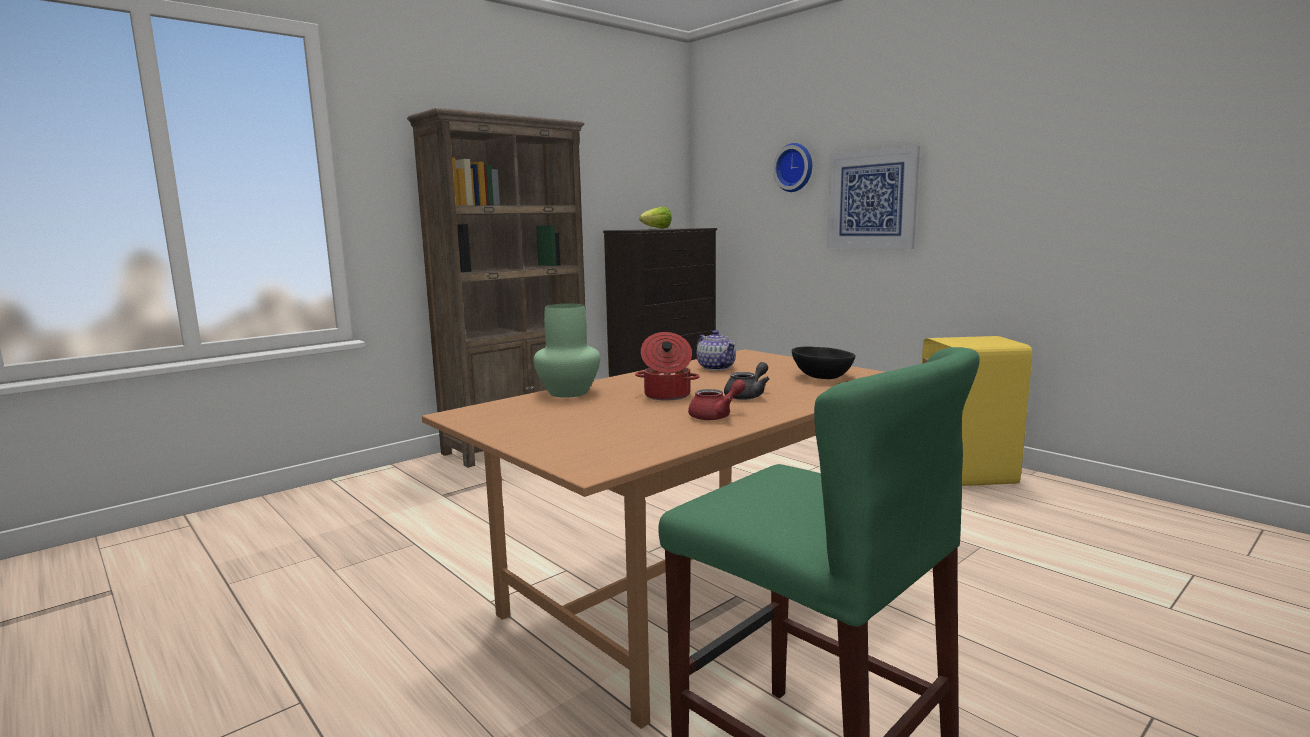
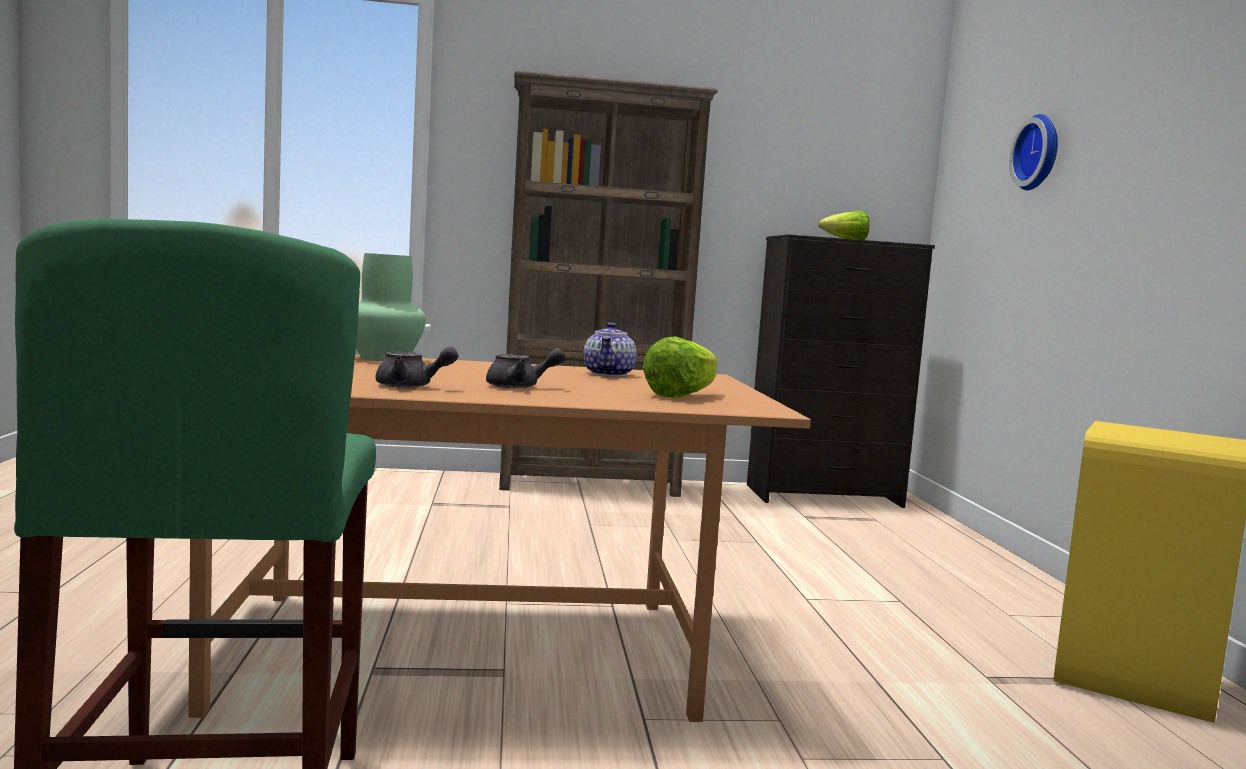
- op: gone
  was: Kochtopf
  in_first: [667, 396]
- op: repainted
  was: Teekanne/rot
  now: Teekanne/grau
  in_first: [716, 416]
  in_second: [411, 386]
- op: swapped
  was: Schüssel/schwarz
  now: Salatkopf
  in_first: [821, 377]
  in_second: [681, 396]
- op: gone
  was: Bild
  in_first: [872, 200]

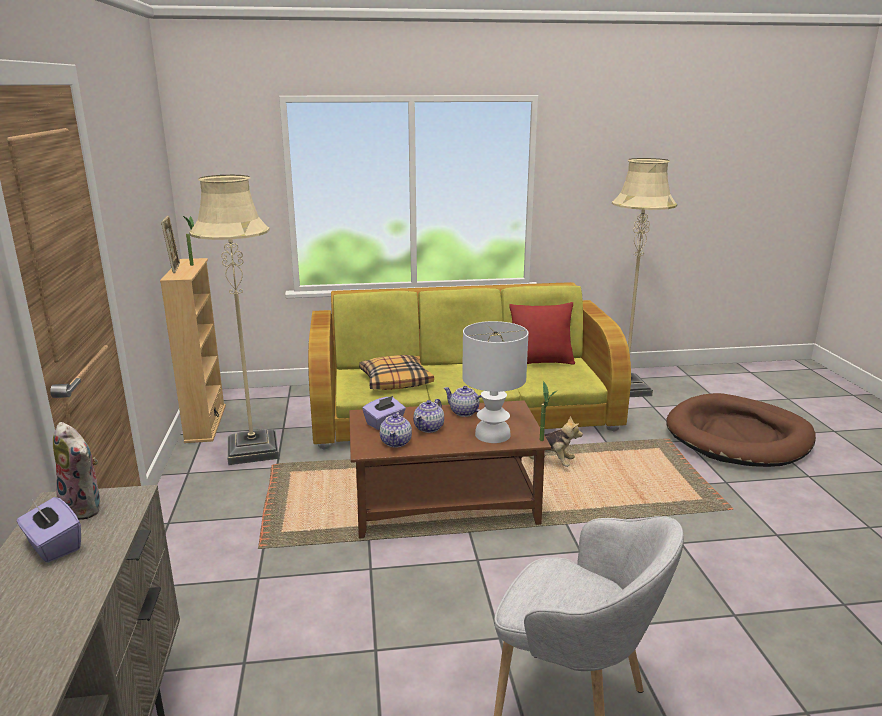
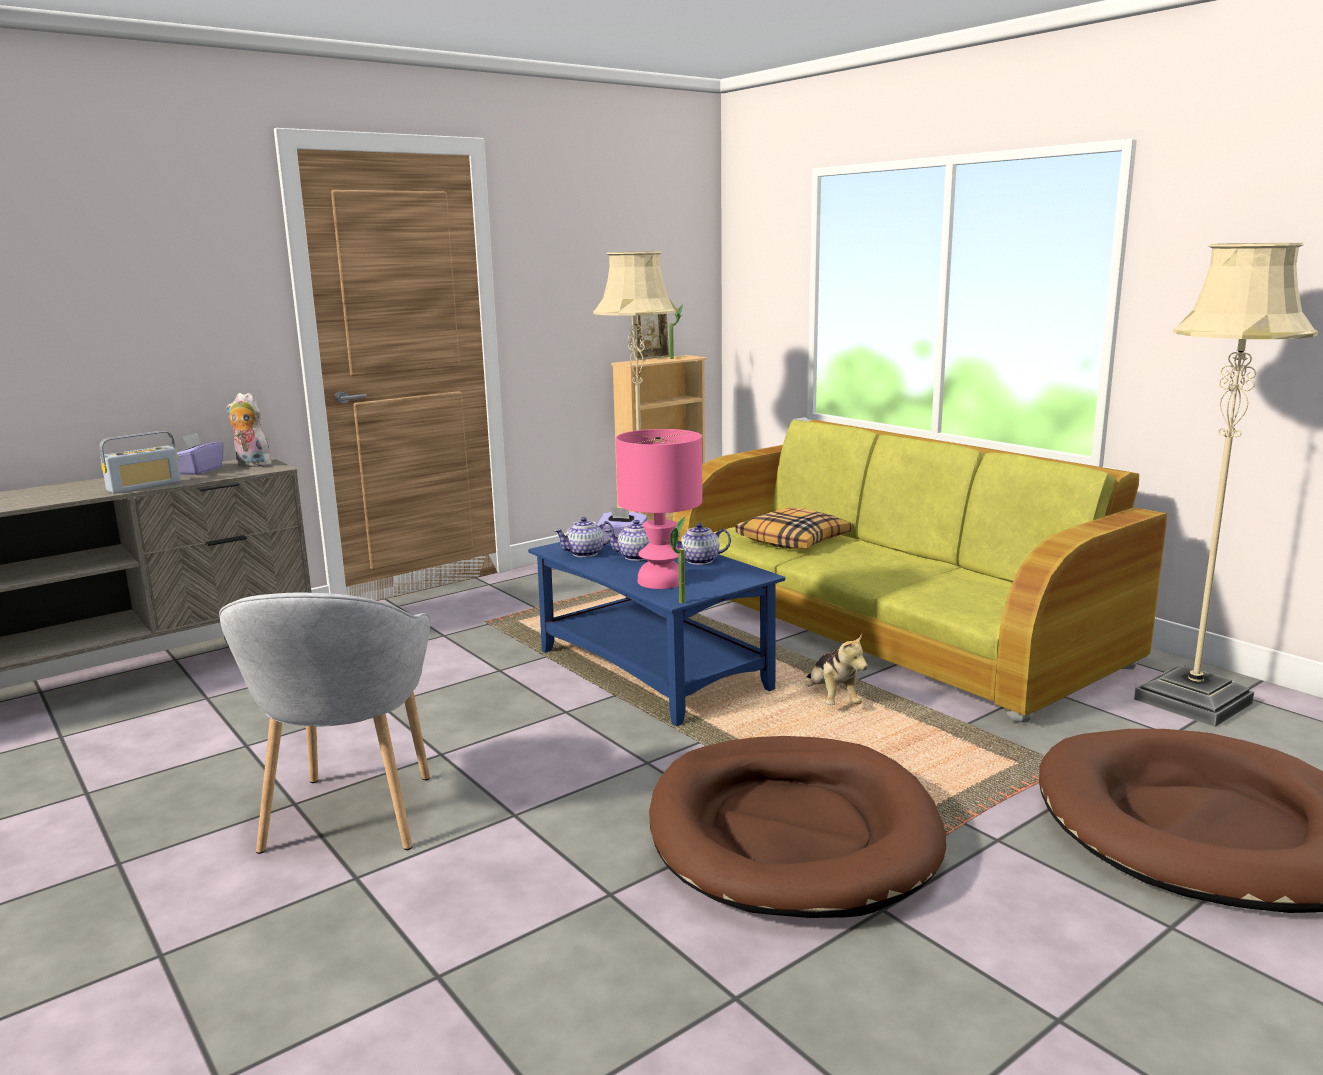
- op: rotated
  was: Plüschtier
  in_first: [85, 508]
  in_second: [251, 465]
  clockwise: 105
- op: repainted
  was: Couchtisch/braun
  now: Couchtisch/blau
  in_first: [446, 505]
  in_second: [654, 671]
- op: rotated
  was: Teekanne
  in_first: [464, 412]
  in_second: [700, 561]
  clockwise: -105
- op: repainted
  was: Tischlampe/weiß
  now: Tischlampe/rosa
  in_first: [492, 434]
  in_second: [661, 581]
- op: gone
  was: Kissen/rot
  in_first: [541, 362]
- op: new
  now: Radio
  in_second: [144, 486]
- op: new
  now: Hundebett/braun
  in_second: [791, 832]

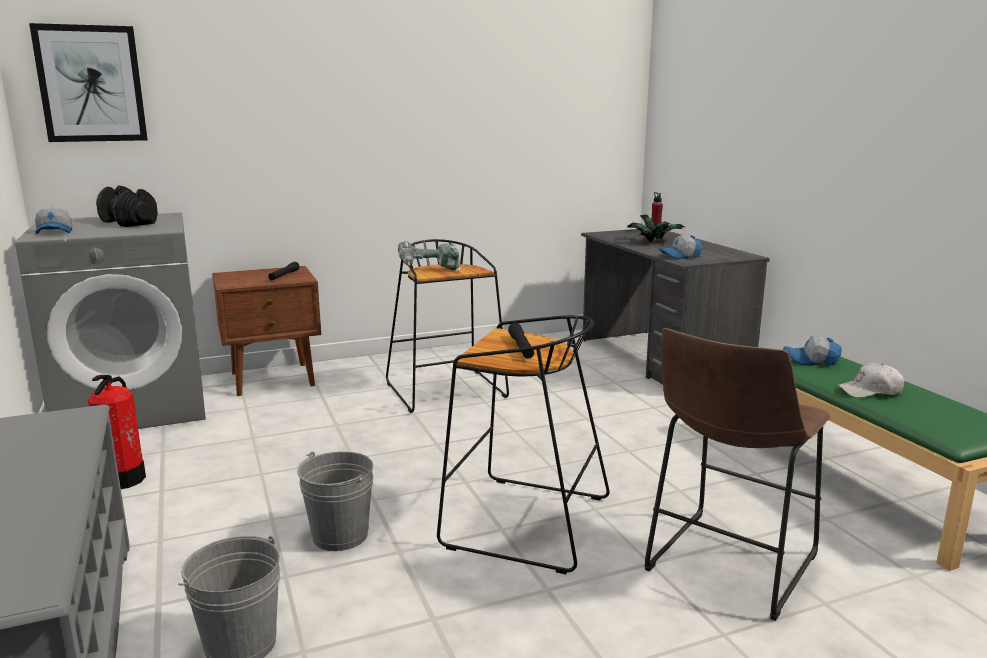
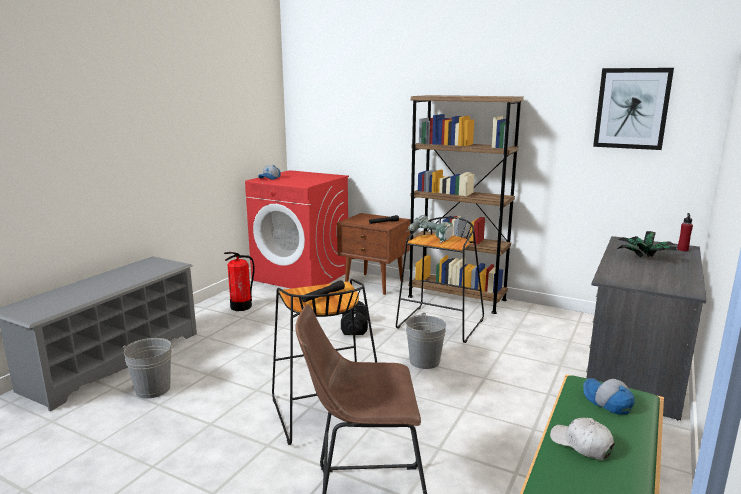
- op: repainted
  was: Waschmaschine/grau
  now: Waschmaschine/rot
  in_first: [135, 406]
  in_second: [302, 276]
- op: shifted
  was: Bild
  in_first: [91, 84]
  in_second: [632, 108]
- op: shifted
  was: Hantel/schwarz
  in_first: [129, 222]
  in_second: [355, 327]
- op: shifted
  was: Eimer/grau
  in_first: [340, 535]
  in_second: [424, 361]
- op: gone
  was: Kappe
  in_first: [680, 256]
- op: new
  now: Bücherregal/braun
  in_second: [456, 298]

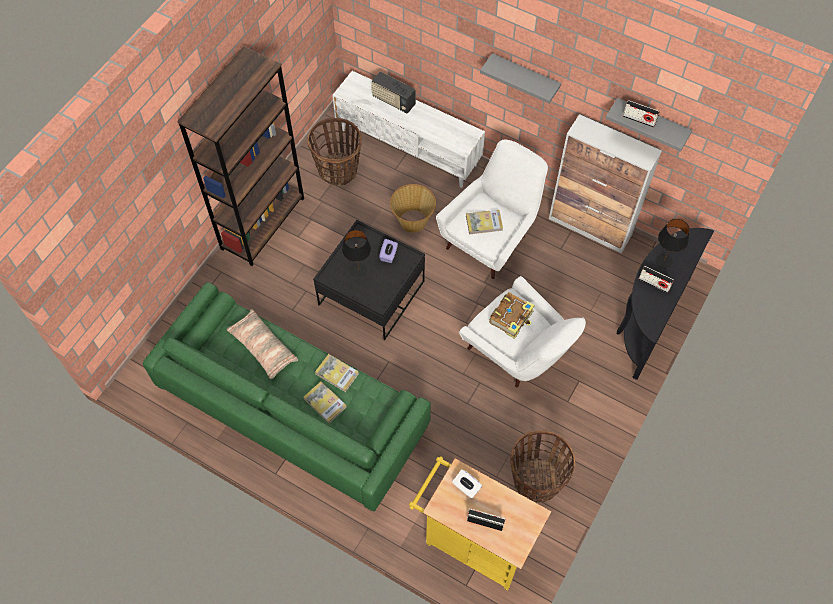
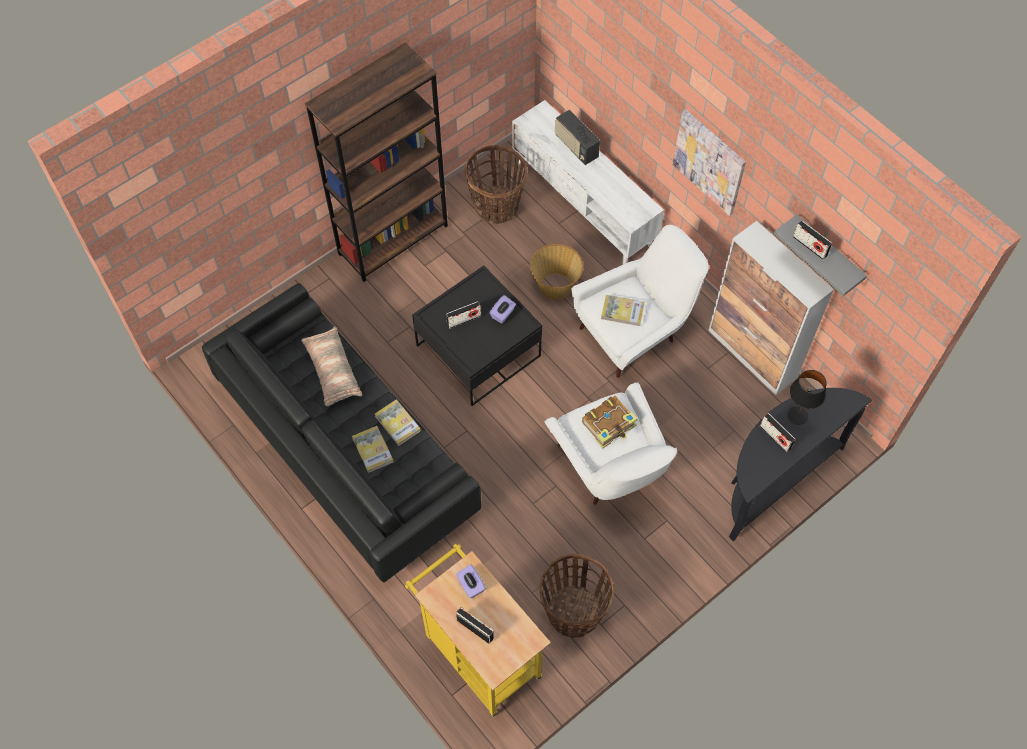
- op: repainted
  was: Sofa/grün
  now: Sofa/schwarz
  in_first: [293, 409]
  in_second: [346, 447]
- op: swapped
  was: Tischlampe/schwarz
  now: Radio
  in_first: [358, 269]
  in_second: [464, 320]
- op: repainted
  was: Taschentuchbox/weiß
  now: Taschentuchbox/lila
  in_first: [466, 487]
  in_second: [471, 585]
- op: swapped
  was: Wandregal/grau
  now: Bild
  in_first: [525, 77]
  in_second: [709, 162]

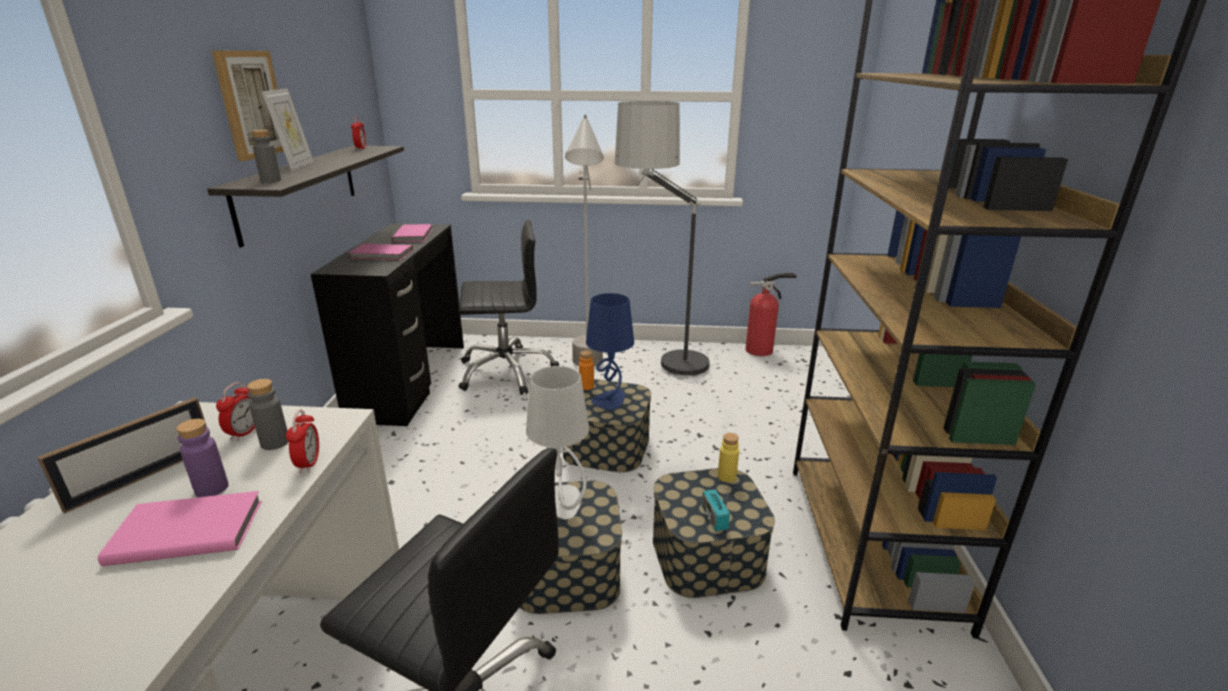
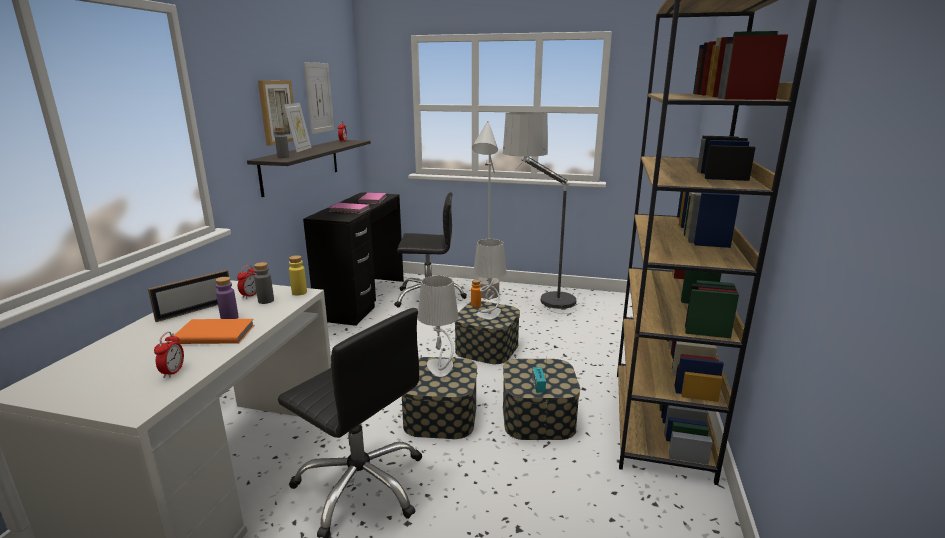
- op: repainted
  was: Buch/rosa
  now: Buch/orange
  in_first: [186, 530]
  in_second: [214, 333]
- op: shifted
  was: Wecker
  in_first: [309, 464]
  in_second: [173, 372]
- op: repainted
  was: Tischlampe/blau
  now: Tischlampe/grau
  in_first: [609, 400]
  in_second: [489, 314]
- op: shifted
  was: Flasche/gelb
  in_first: [726, 477]
  in_second: [299, 292]
- op: gone
  was: Feuerlöscher
  in_first: [762, 350]
- op: new
  now: Bild
  in_second: [319, 98]

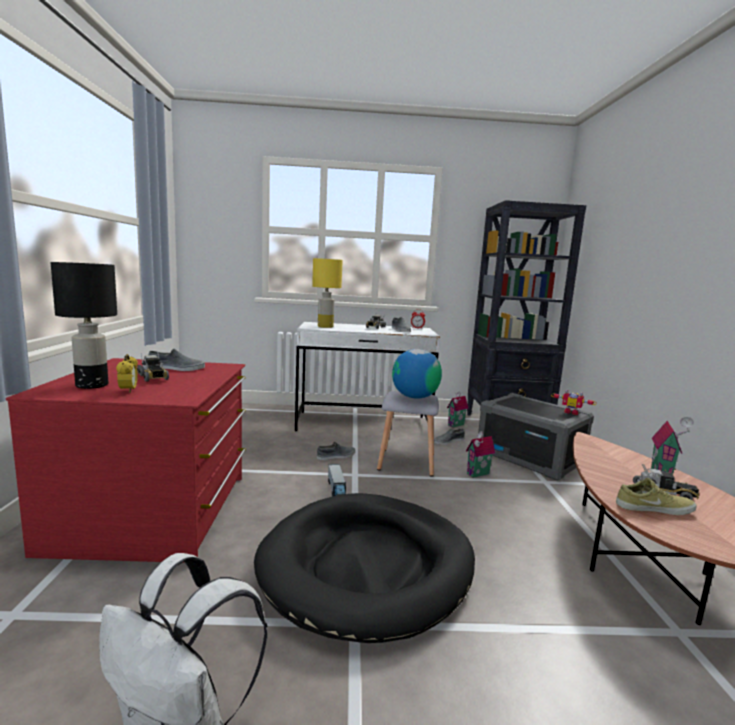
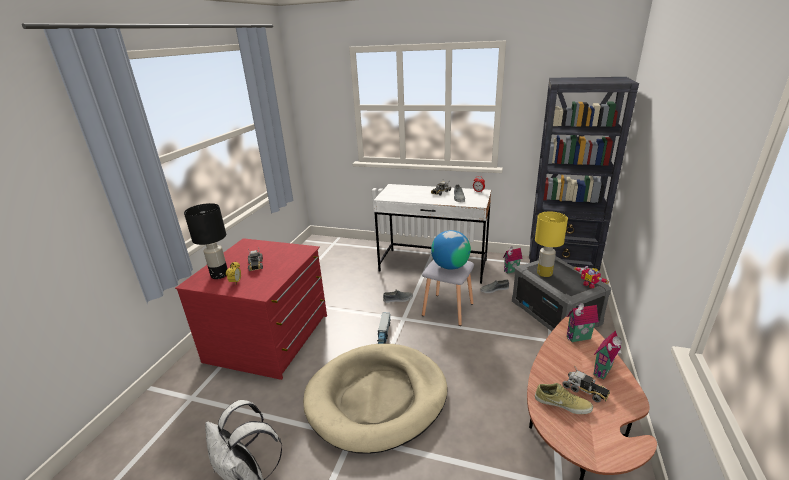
- op: gone
  was: Schuh/grau
  in_first: [176, 368]
- op: repainted
  was: Hundebett/schwarz
  now: Hundebett/beige
  in_first: [368, 566]
  in_second: [377, 398]
- op: shifted
  was: Tischlampe/gelb
  in_first: [325, 327]
  in_second: [544, 273]
- op: shifted
  was: Spielzeughaus
  in_first: [478, 474]
  in_second: [579, 338]

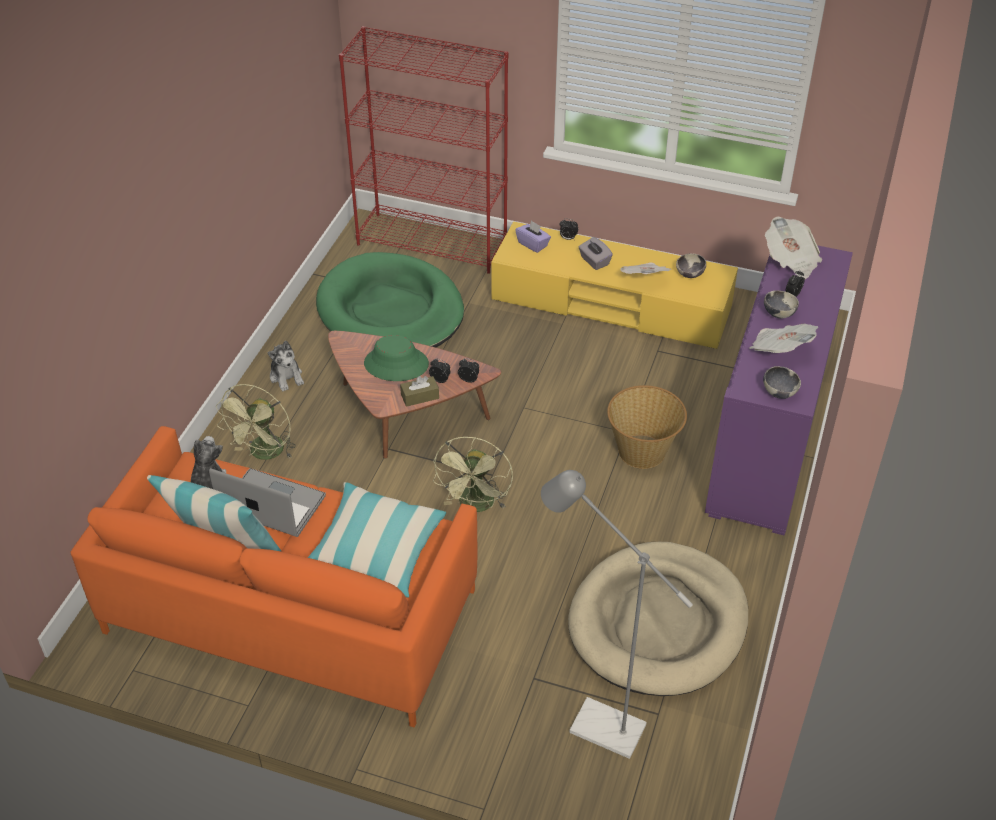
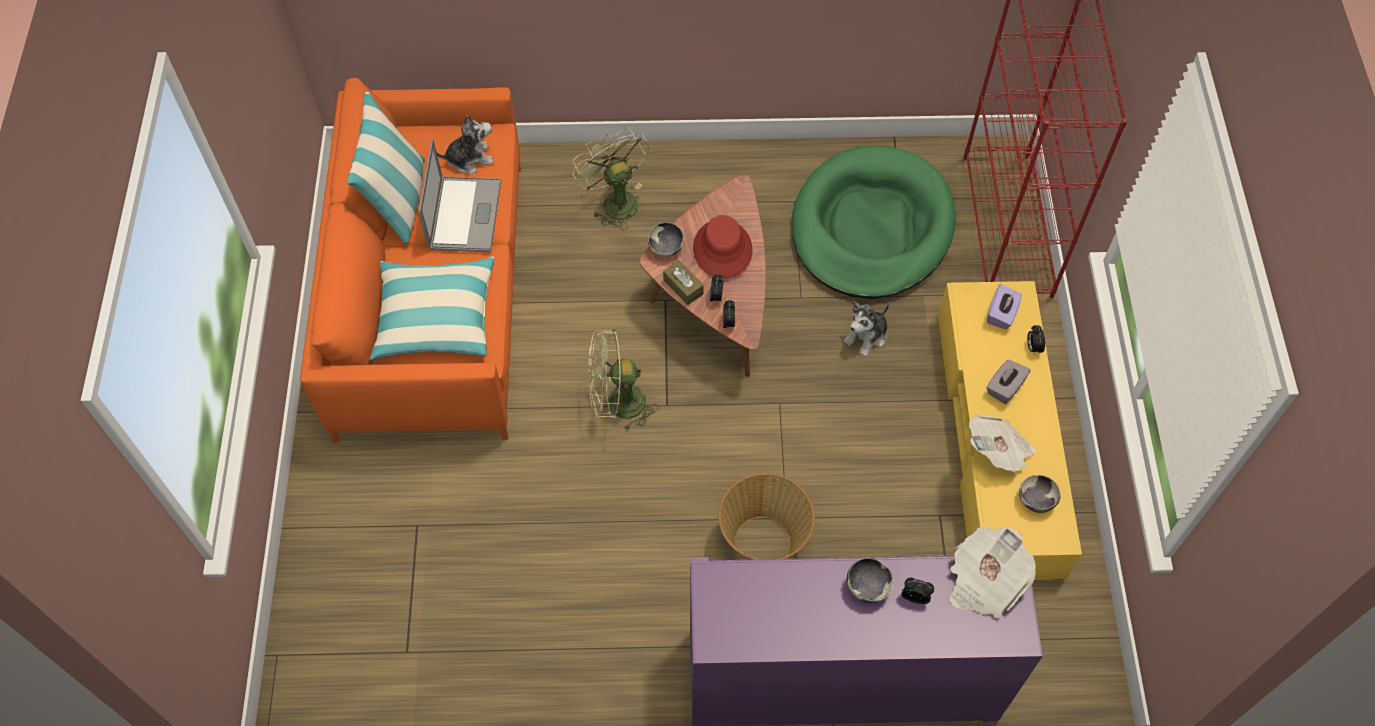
- op: rotated
  was: Ventilator/grün
  in_first: [264, 454]
  in_second: [614, 200]
  clockwise: 60
- op: shifted
  was: Plüschtier
  in_first: [286, 377]
  in_second: [866, 336]
- op: repainted
  was: Hut/grün
  now: Hut/rot
  in_first: [396, 364]
  in_second: [722, 249]
- op: gone
  was: Stehlampe/grau
  in_first: [594, 723]
- op: gone
  was: Hundebett/beige
  in_first: [658, 623]
- op: gone
  was: Zeitung
  in_first: [780, 350]
- op: shifted
  was: Schüssel
  in_first: [779, 392]
  in_second: [666, 248]

